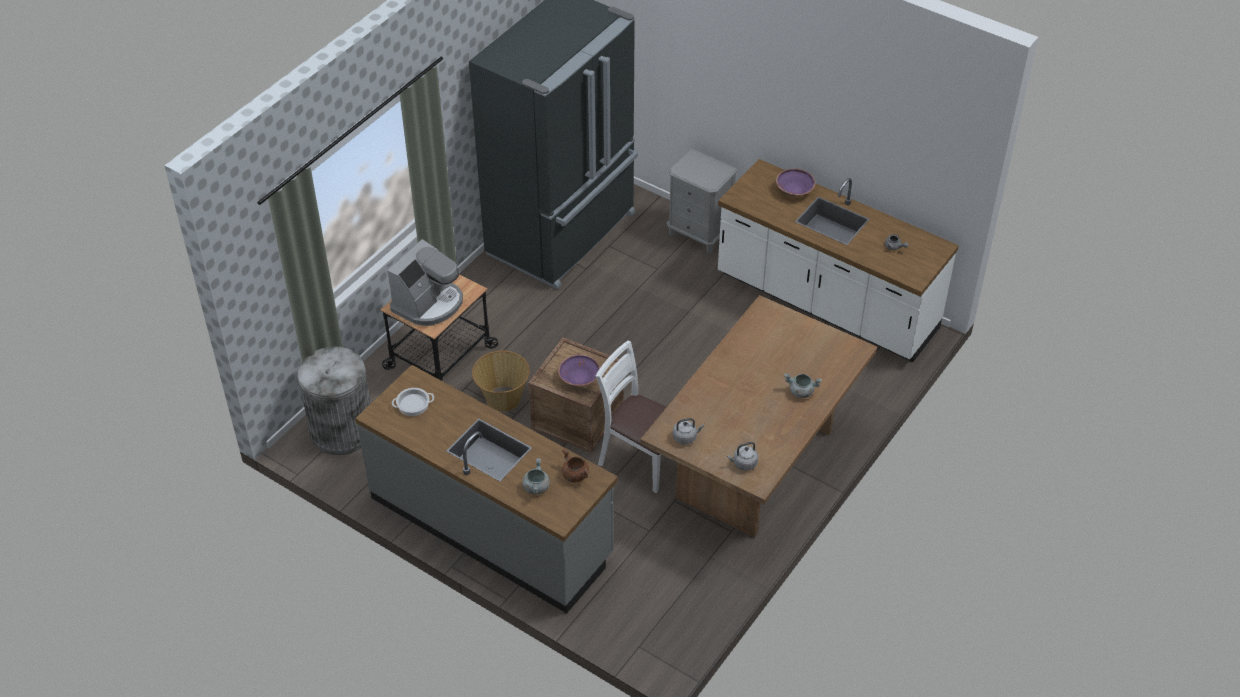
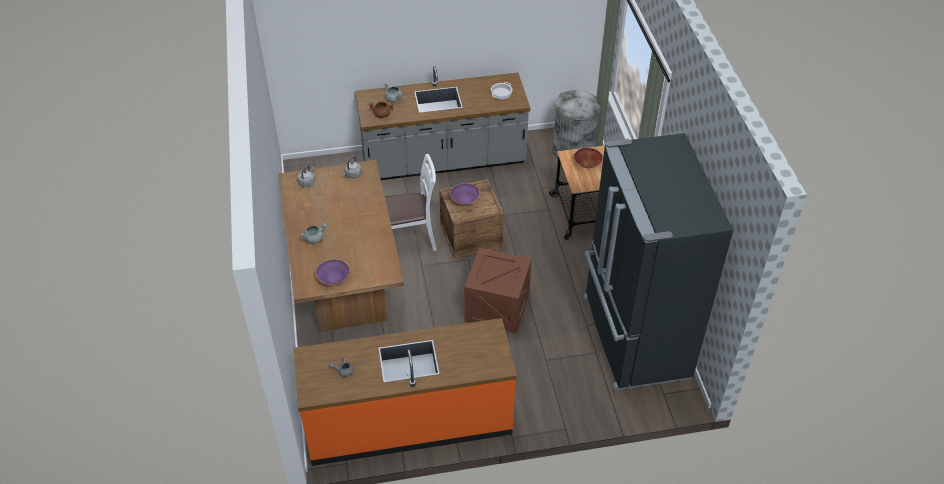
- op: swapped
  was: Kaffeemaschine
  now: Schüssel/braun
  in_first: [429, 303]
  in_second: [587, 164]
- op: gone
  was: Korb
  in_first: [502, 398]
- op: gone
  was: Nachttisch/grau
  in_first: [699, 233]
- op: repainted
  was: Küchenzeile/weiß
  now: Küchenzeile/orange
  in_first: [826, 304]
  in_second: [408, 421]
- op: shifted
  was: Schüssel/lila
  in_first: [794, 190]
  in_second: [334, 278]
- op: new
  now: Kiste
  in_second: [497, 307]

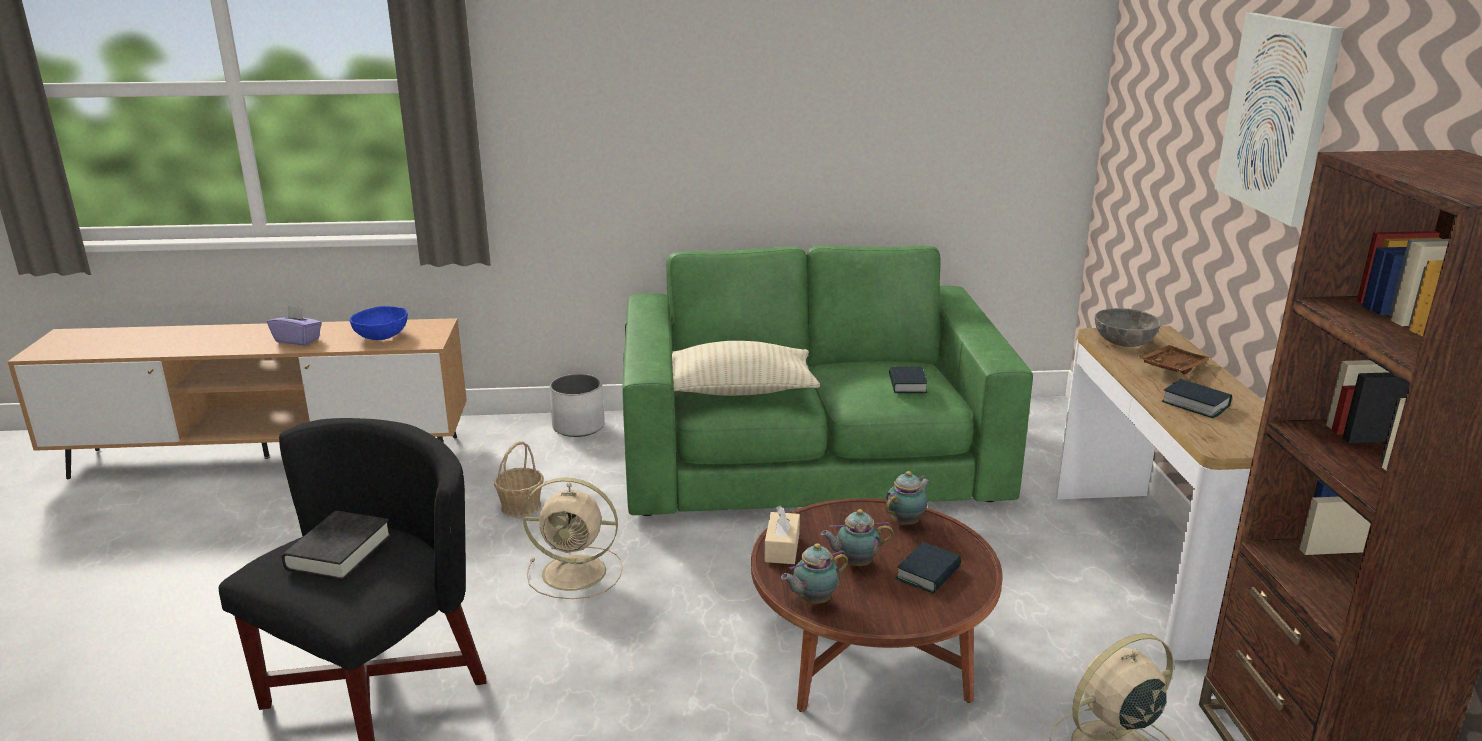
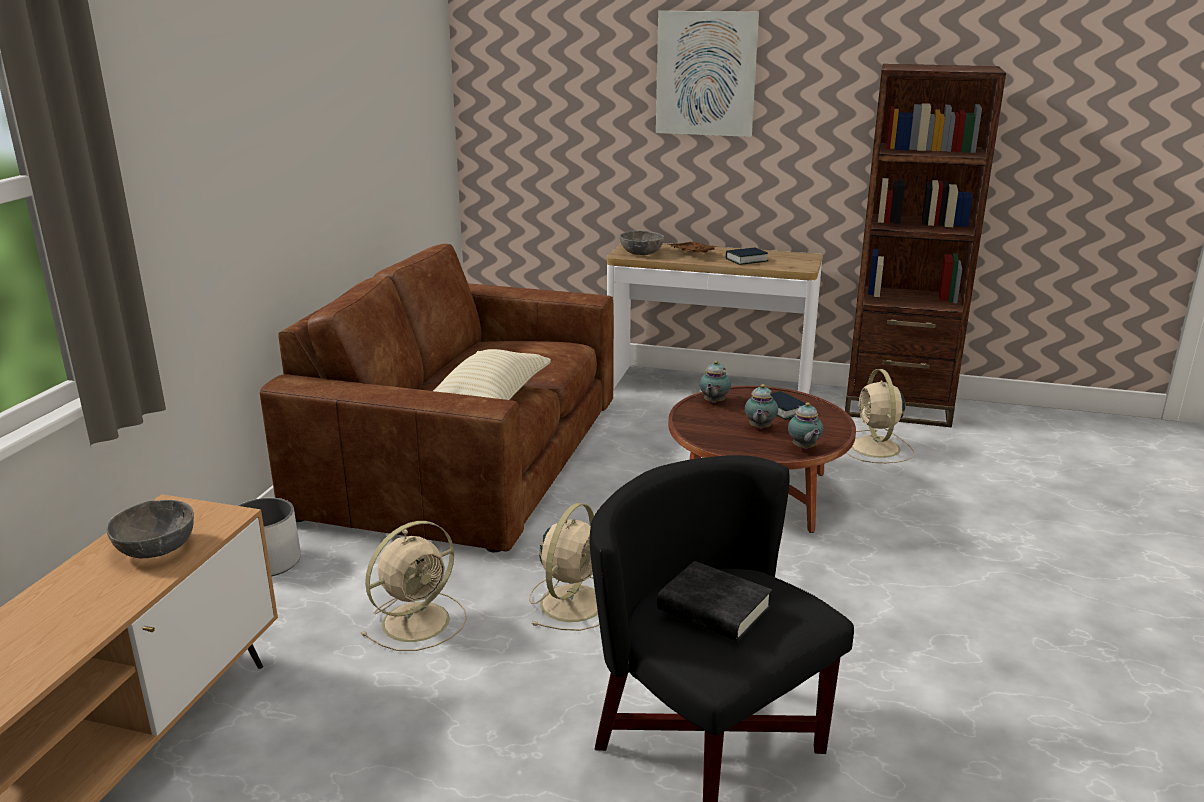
- op: gone
  was: Taschentuchbox/lila
  in_first: [298, 340]
- op: repainted
  was: Schüssel/blau
  now: Schüssel/grau
  in_first: [382, 336]
  in_second: [156, 548]
- op: swapped
  was: Korb
  now: Ventilator/beige
  in_first: [521, 507]
  in_second: [418, 620]
- op: repainted
  was: Sofa/grün
  now: Sofa/braun
  in_first: [810, 456]
  in_second: [465, 457]
- op: gone
  was: Taschentuchbox/beige
  in_first: [782, 548]
- op: rotated
  was: Teekanne
  in_first: [906, 522]
  in_second: [713, 402]
  clockwise: -135
- op: gone
  was: Buch
  in_first: [907, 385]

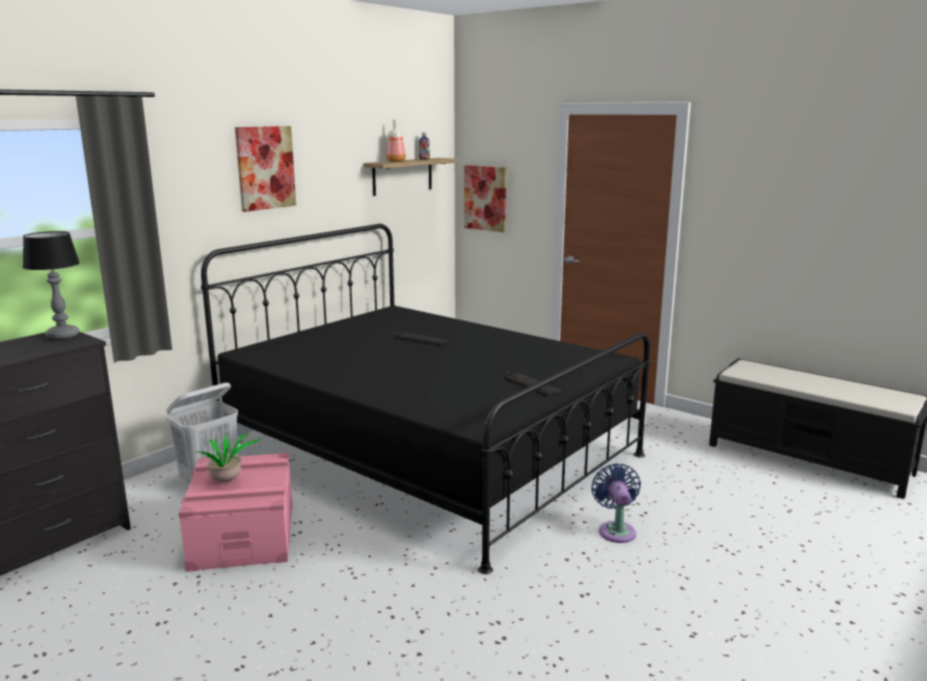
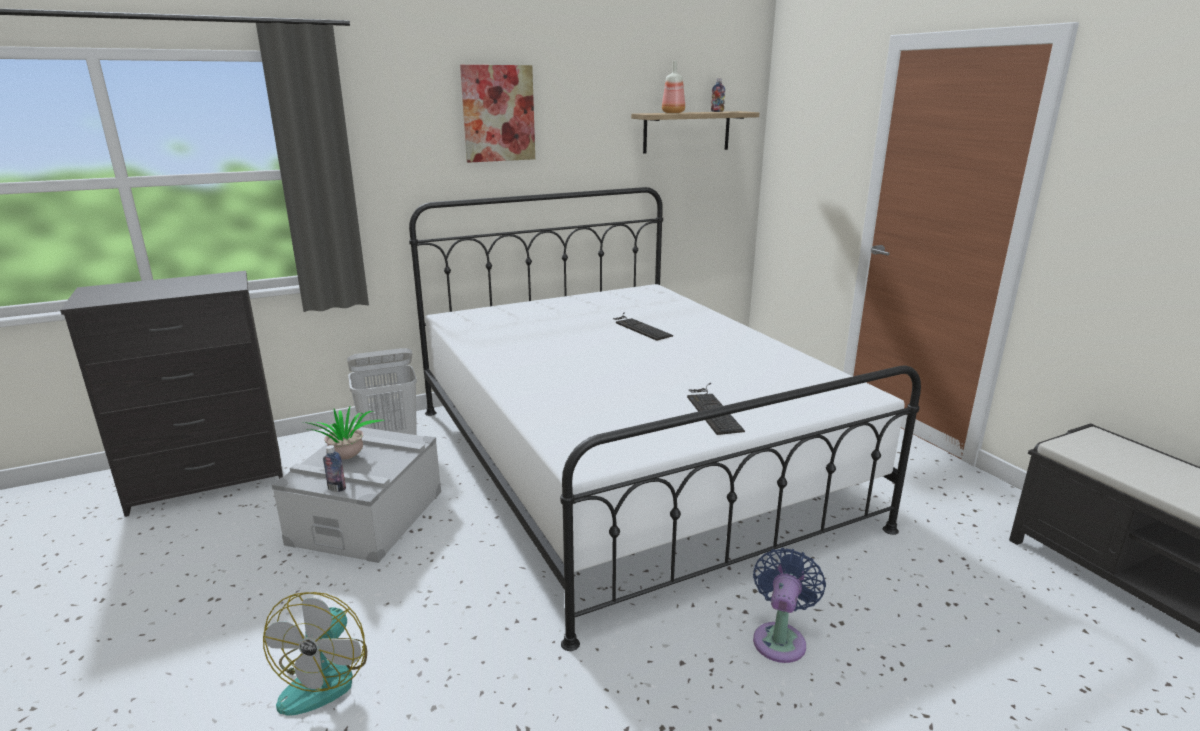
- op: gone
  was: Tischlampe
  in_first: [64, 336]
- op: repainted
  was: Aufbewahrungsbox/rosa
  now: Aufbewahrungsbox/grau
  in_first: [243, 534]
  in_second: [367, 517]
- op: repainted
  was: Bett/schwarz
  now: Bett/weiß
  in_first: [428, 451]
  in_second: [626, 463]
- op: gone
  was: Bild
  in_first: [485, 198]
- op: new
  now: Ventilator
  in_second: [326, 676]
- op: new
  now: Flasche
  in_second: [337, 488]

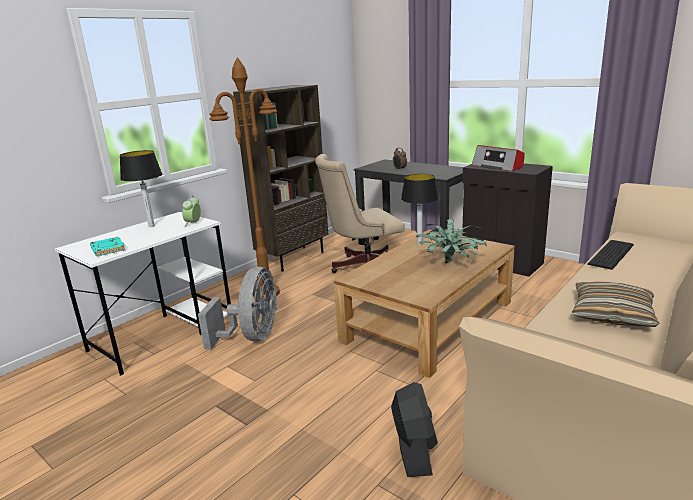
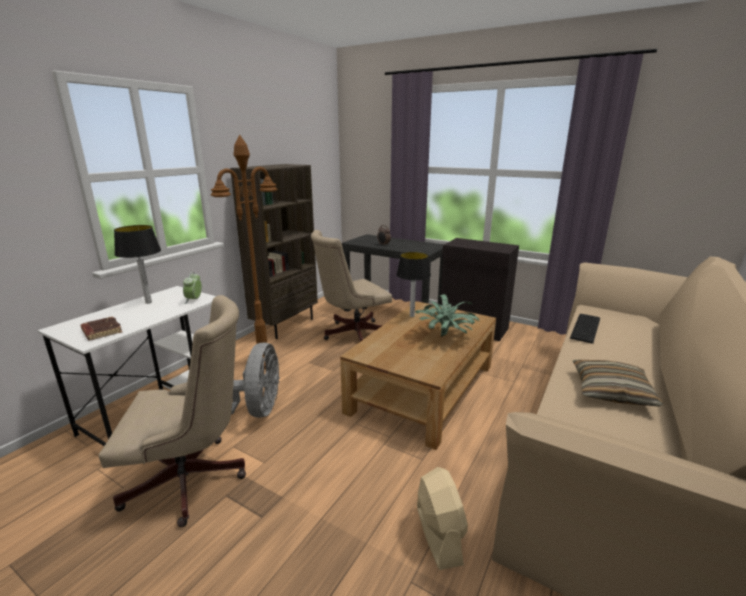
- op: repainted
  was: Buch/türkis
  now: Buch/braun
  in_first: [107, 249]
  in_second: [101, 331]
- op: repainted
  was: Ventilator/schwarz
  now: Ventilator/beige
  in_first: [414, 449]
  in_second: [438, 534]
- op: gone
  was: Radio
  in_first: [498, 166]
- op: new
  now: Bürostuhl/beige
  in_second: [193, 480]

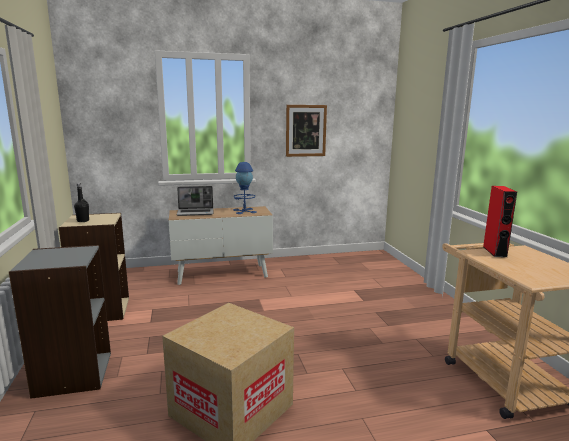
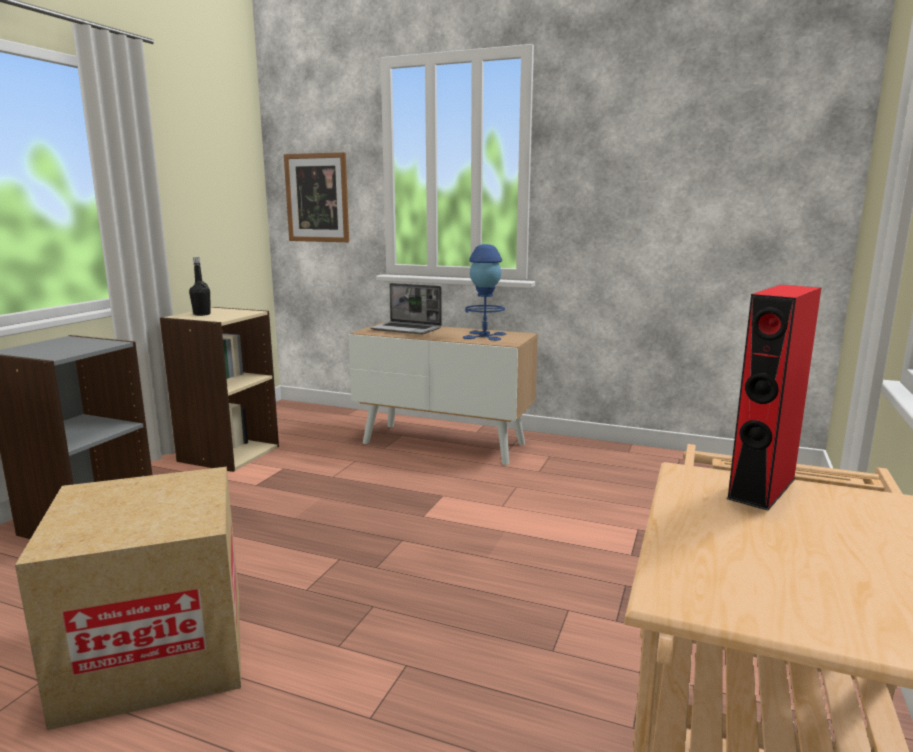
- op: shifted
  was: Bild
  in_first: [306, 130]
  in_second: [317, 198]

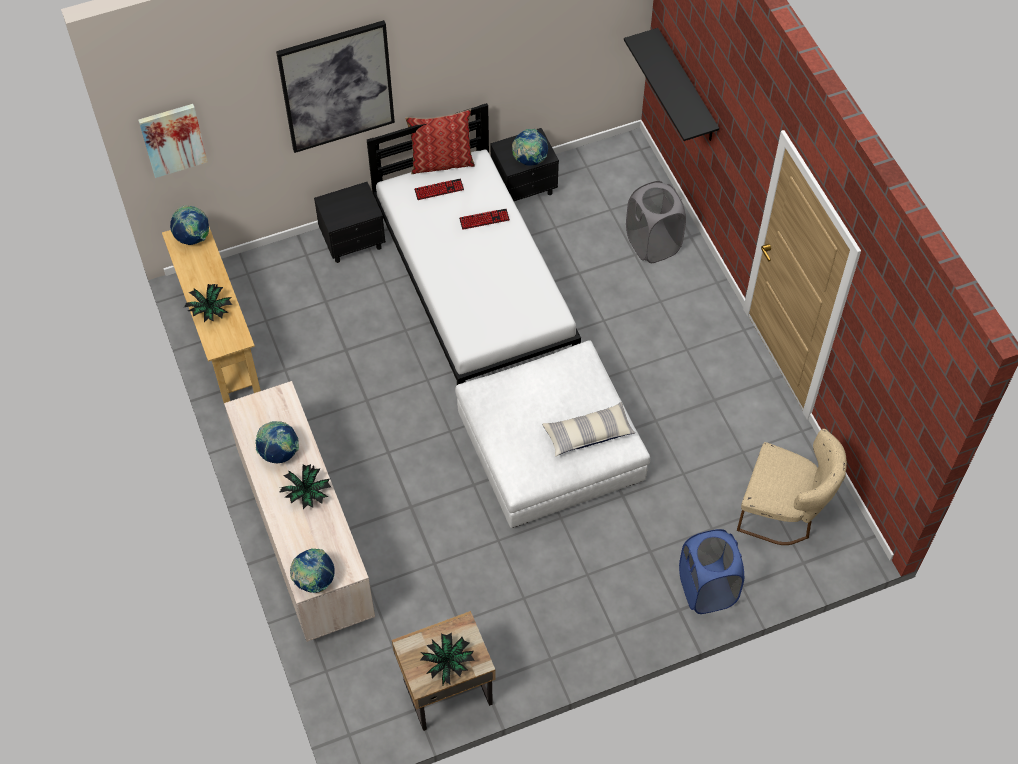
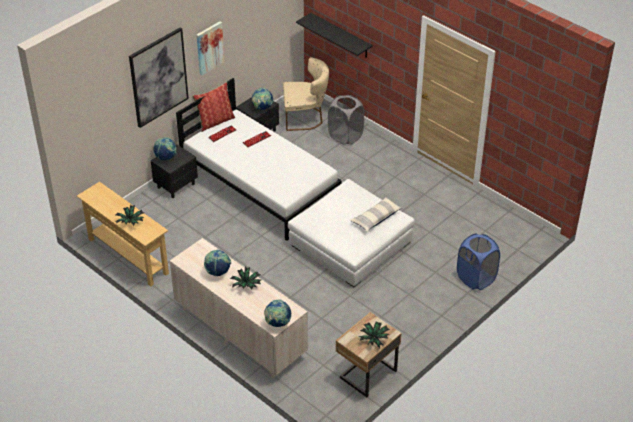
- op: shifted
  was: Bild
  in_first: [173, 139]
  in_second: [209, 48]
- op: shifted
  was: Globus
  in_first: [193, 237]
  in_second: [166, 158]
- op: shifted
  was: Stuhl/beige
  in_first: [783, 513]
  in_second: [305, 118]

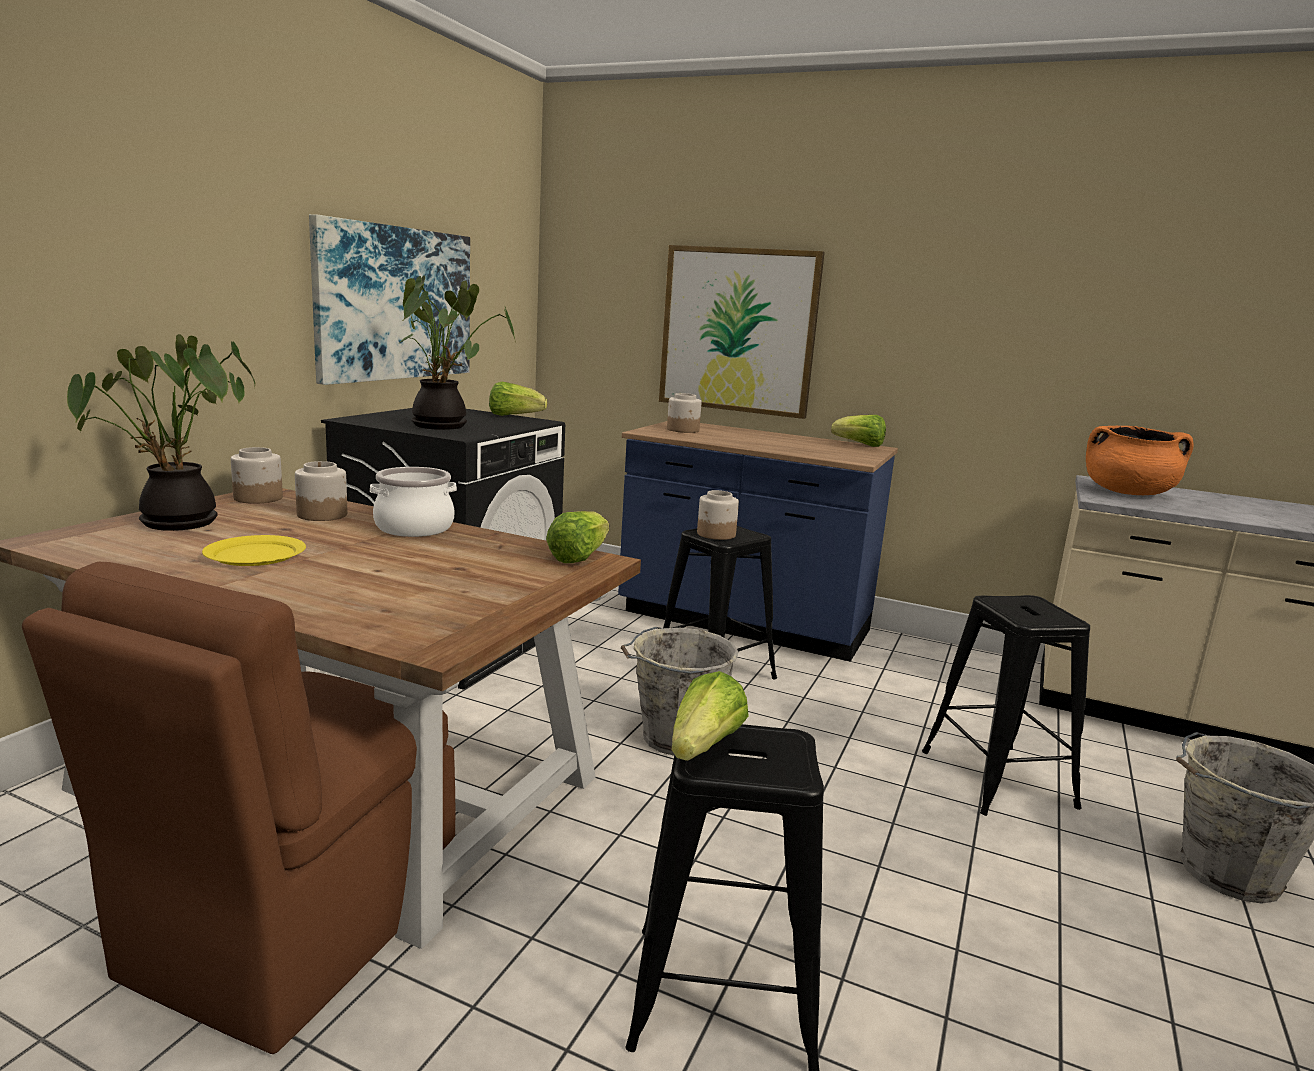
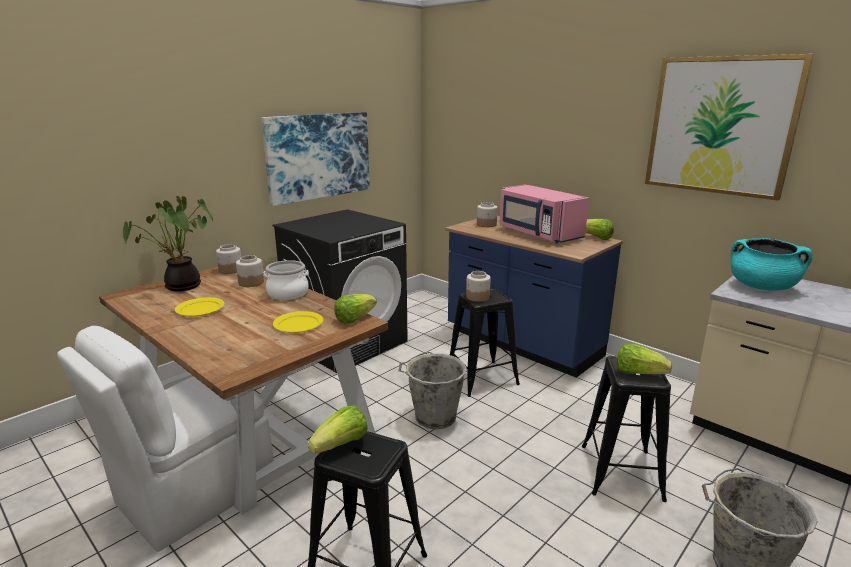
- op: repainted
  was: Stuhl/braun
  now: Stuhl/weiß
  in_first: [288, 929]
  in_second: [192, 493]
- op: gone
  was: Topfpflanze
  in_first: [444, 426]
- op: shifted
  was: Salatkopf
  in_first: [514, 416]
  in_second: [638, 373]
- op: shifted
  was: Bild
  in_first: [738, 330]
  in_second: [720, 126]
- op: repainted
  was: Kochtopf/orange
  now: Kochtopf/türkis
  in_first: [1128, 493]
  in_second: [762, 287]
- op: new
  now: Teller/gelb
  in_second: [298, 324]
- op: new
  now: Mikrowelle/rosa
  in_second: [538, 234]

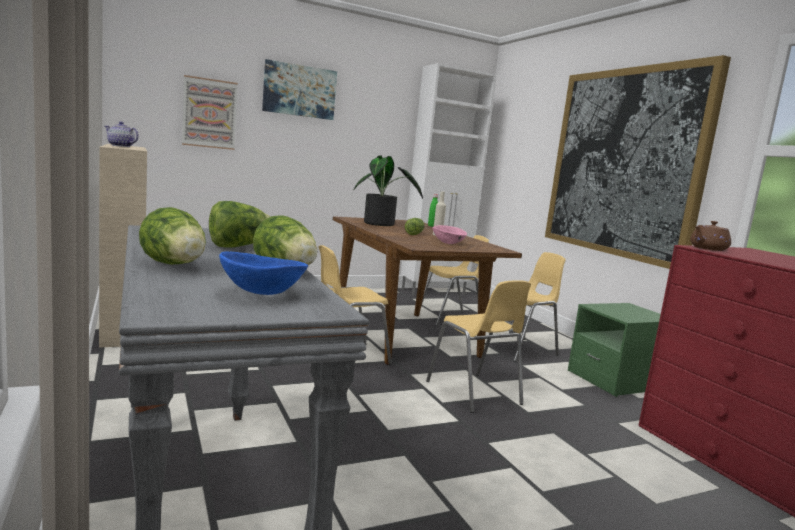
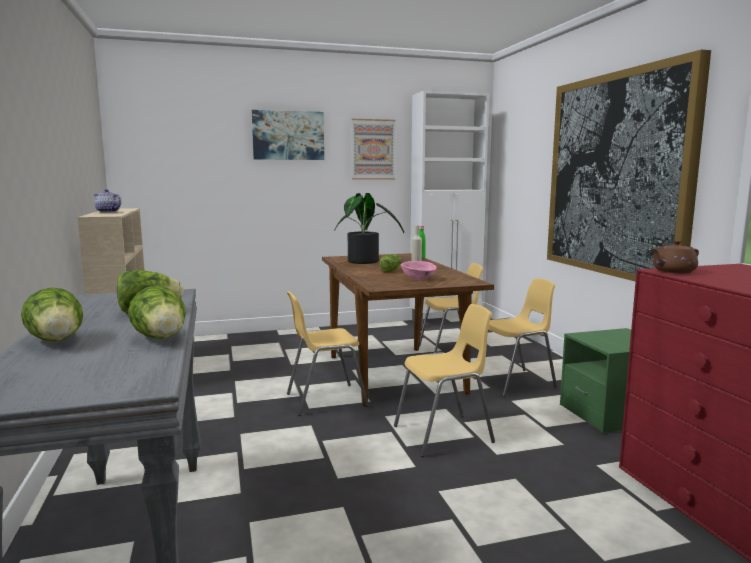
- op: shifted
  was: Bild
  in_first: [209, 113]
  in_second: [373, 149]
- op: gone
  was: Schüssel/blau
  in_first: [261, 293]
- op: rotated
  was: Stuhl/gelb
  in_first: [474, 393]
  in_second: [444, 435]
  clockwise: -90

